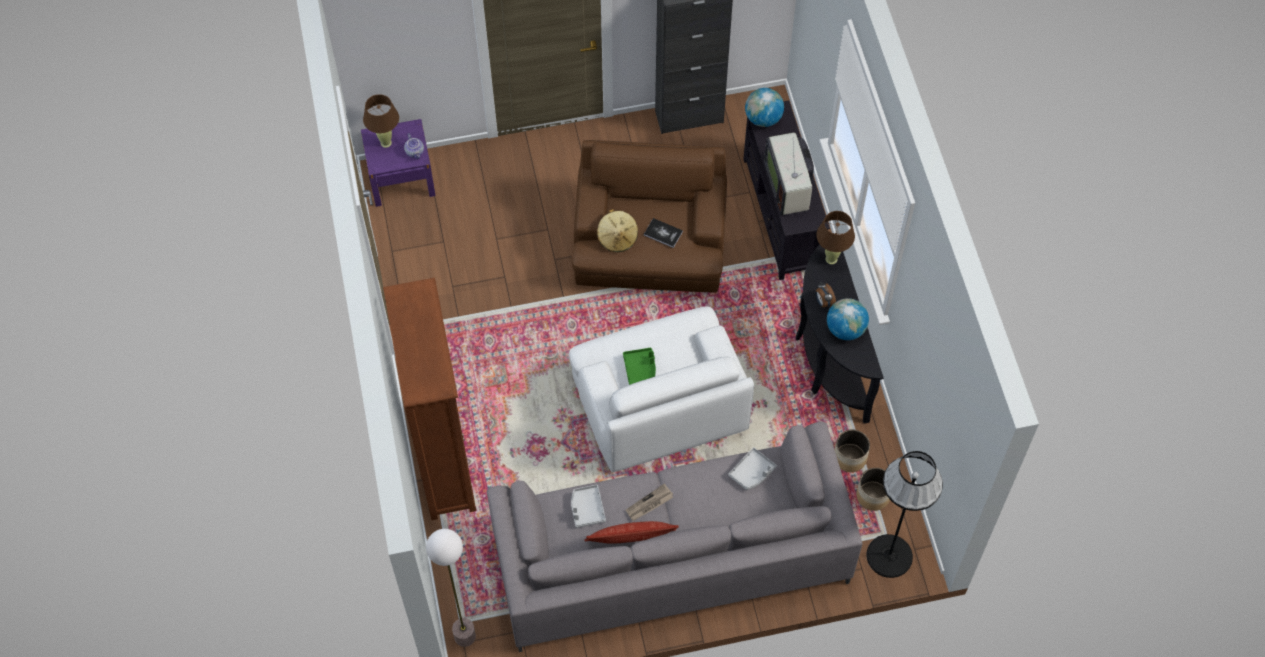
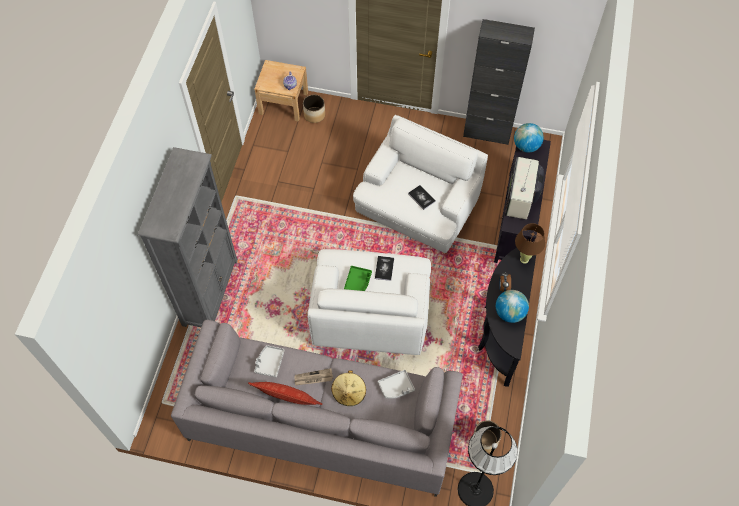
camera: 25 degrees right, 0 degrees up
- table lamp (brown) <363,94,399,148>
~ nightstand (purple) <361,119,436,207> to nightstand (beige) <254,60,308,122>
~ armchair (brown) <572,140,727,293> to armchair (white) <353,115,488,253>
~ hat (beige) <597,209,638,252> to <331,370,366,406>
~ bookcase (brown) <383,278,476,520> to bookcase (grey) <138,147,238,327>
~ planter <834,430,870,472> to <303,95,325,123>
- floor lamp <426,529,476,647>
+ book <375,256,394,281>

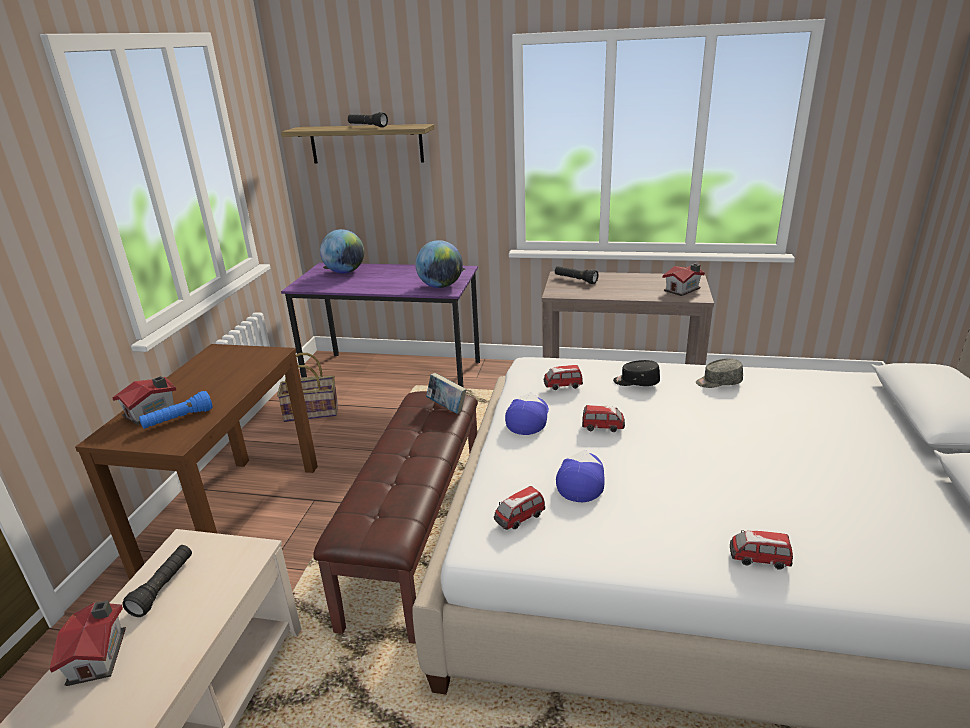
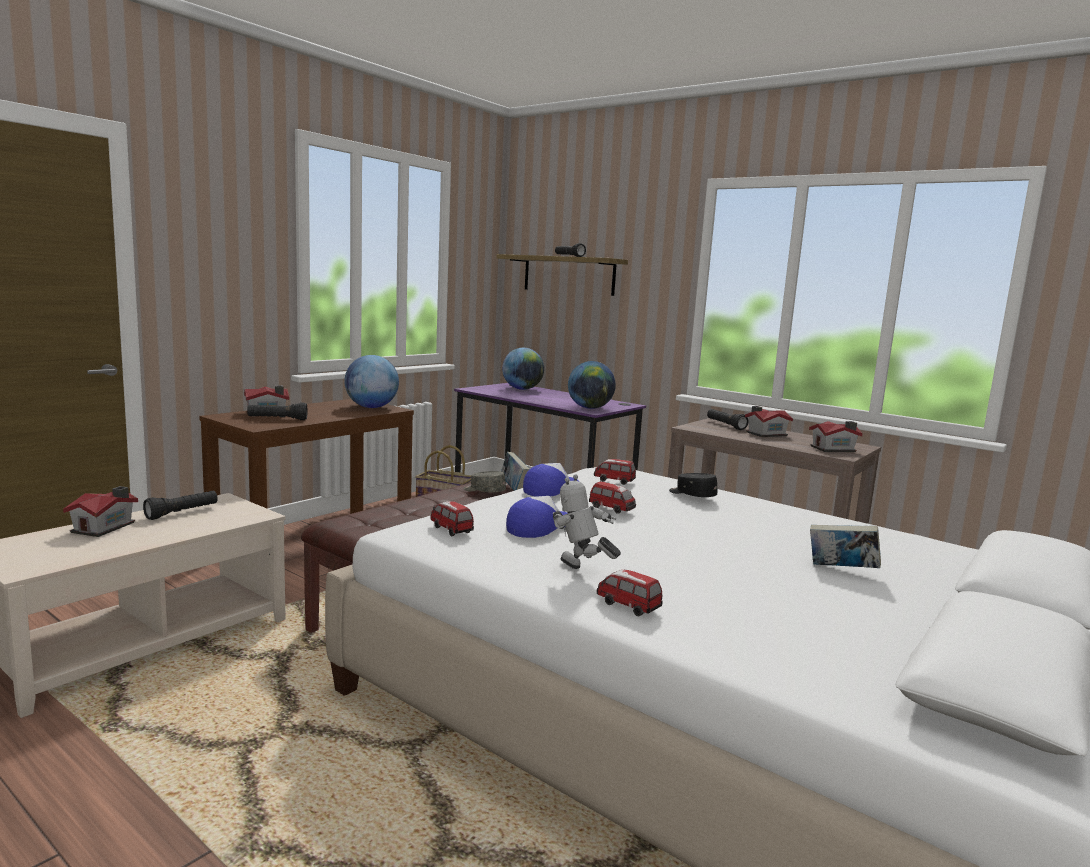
camera: 25 degrees right, 15 degrees down
~ cap (grey) <696,358,743,388> to <464,471,506,492>
~ flashlight (blue) <139,391,213,429> to flashlight (black) <247,403,307,420>
~ toy car <494,486,545,530> = <430,501,474,536> 60 degrees clockwise
+ globe <344,355,399,408>
+ toy house <745,406,793,437>
+ toy robot <553,475,621,569>
+ book <810,525,881,568>

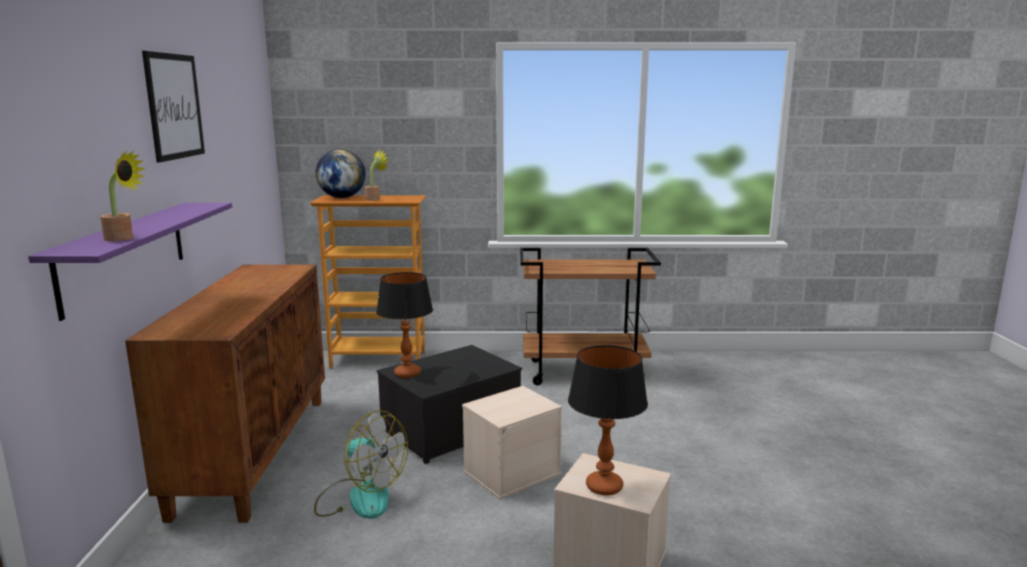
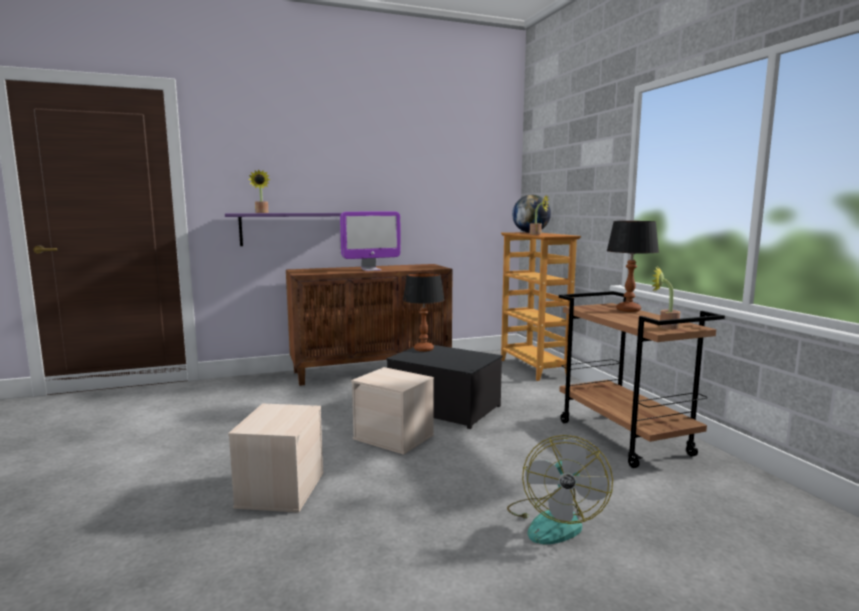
camera: 70 degrees right, 5 degrees down
- picture <142,51,205,163>
~ table lamp <568,345,648,495> to <607,221,659,312>
~ fan <314,410,408,519> to <507,435,613,544>
+ monitor <340,212,401,271>
+ potted plant <652,267,680,329>

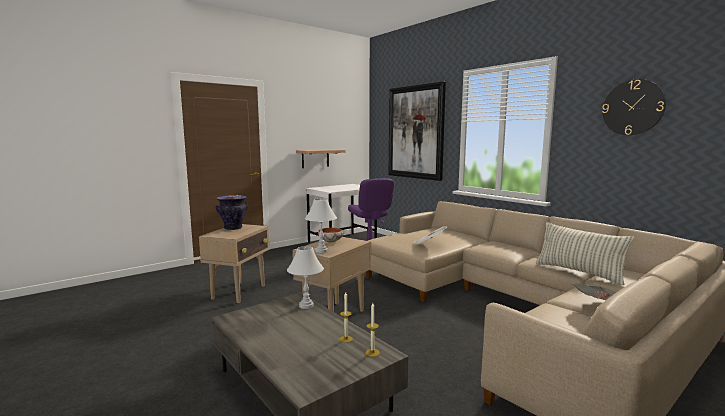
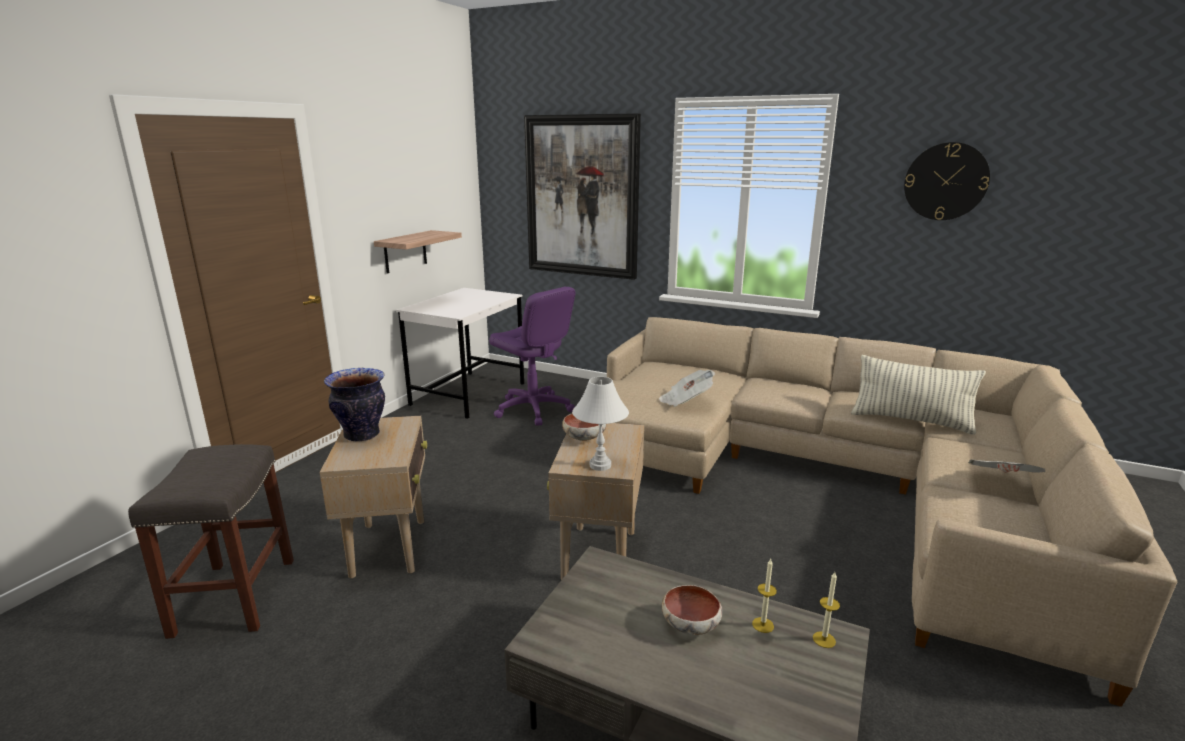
camera: 25 degrees left, 10 degrees up
- table lamp (white) <287,246,324,309>
+ stool (grey) <128,444,294,639>
+ bowl <662,585,723,635>

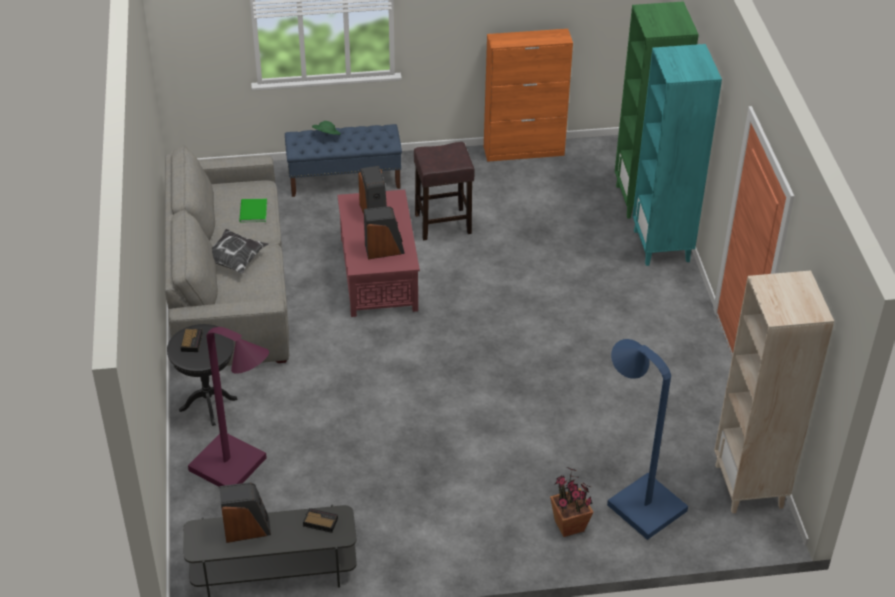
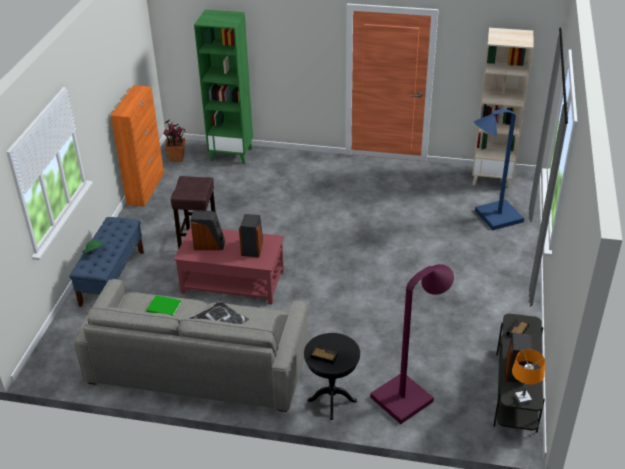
camera: 70 degrees left, 5 degrees down
- bookcase (turquoise) <632,44,722,266>
~ potted plant <550,468,593,537> to <163,120,186,162>
+ table lamp (orange) <512,349,545,405>

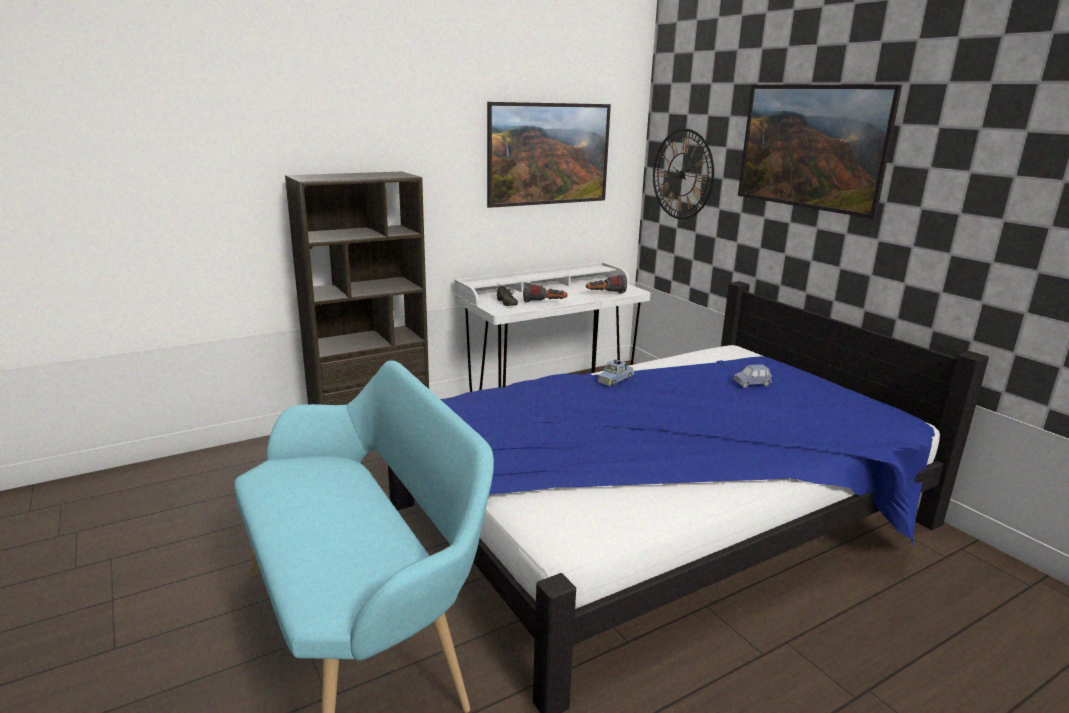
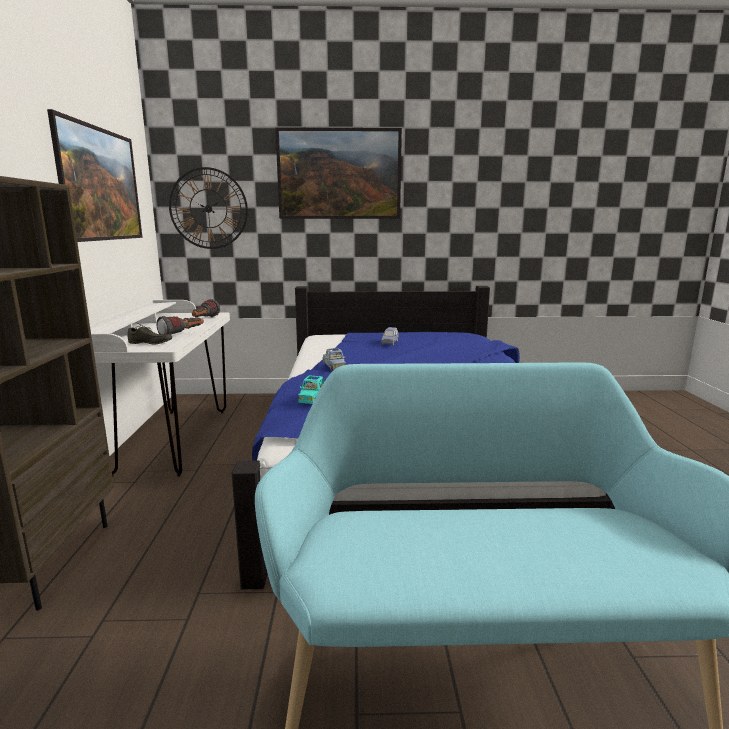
camera: 60 degrees left, 5 degrees down
+ toy car (turquoise) <298,375,324,404>

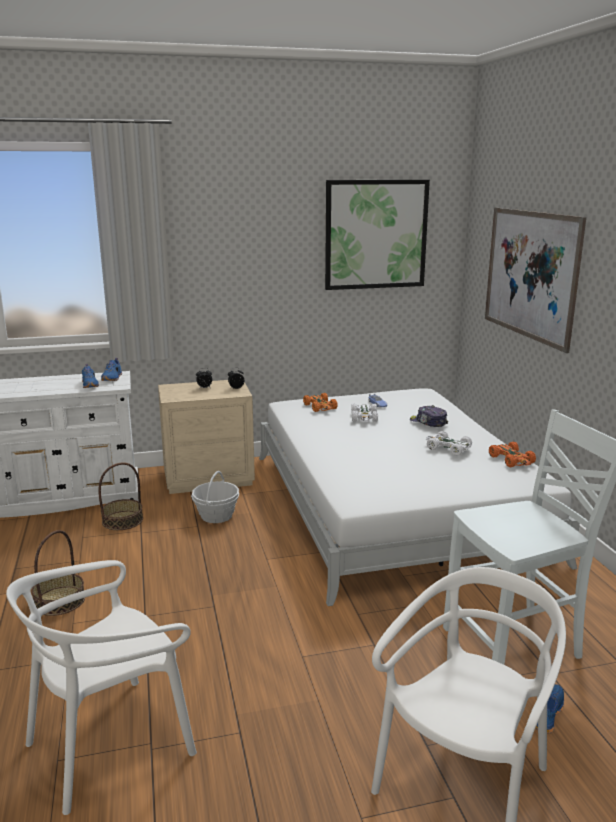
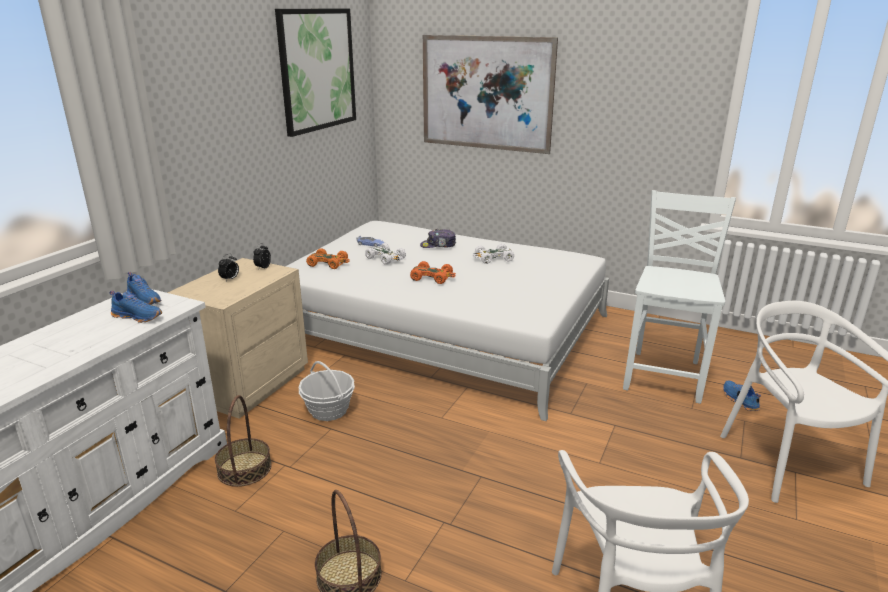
camera: 50 degrees left, 5 degrees up
~ toy car (orange) <489,442,536,467> to <410,261,456,284>

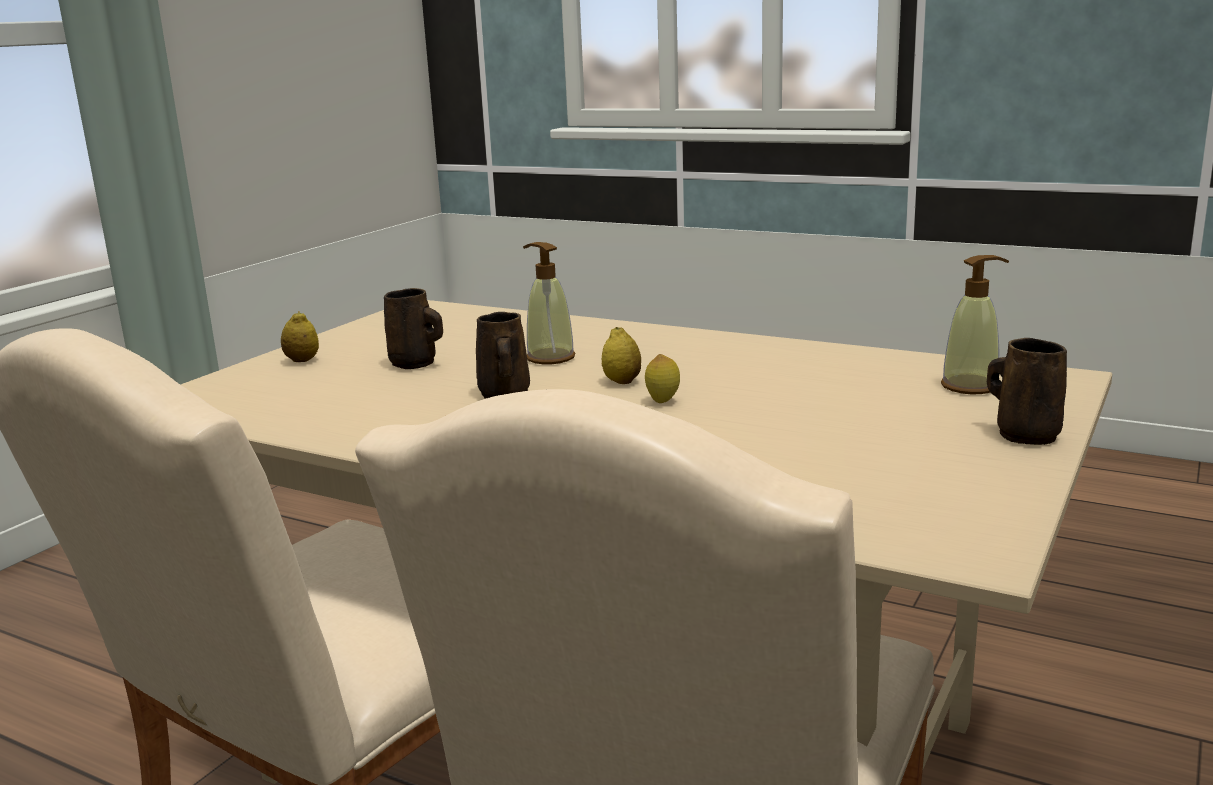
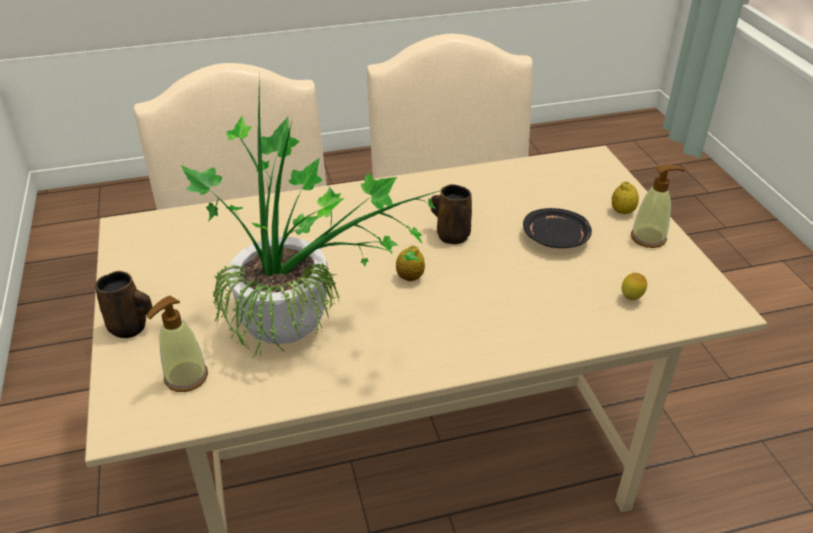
camera: 135 degrees right, 20 degrees up
~ soap dispenser <523,242,575,364> to <631,165,685,248>
~ mug (brown) <384,288,443,369> to plate (black) <523,208,592,248>
~ lemon <645,354,680,403> to <621,273,647,300>
+ potted plant <181,79,445,360>

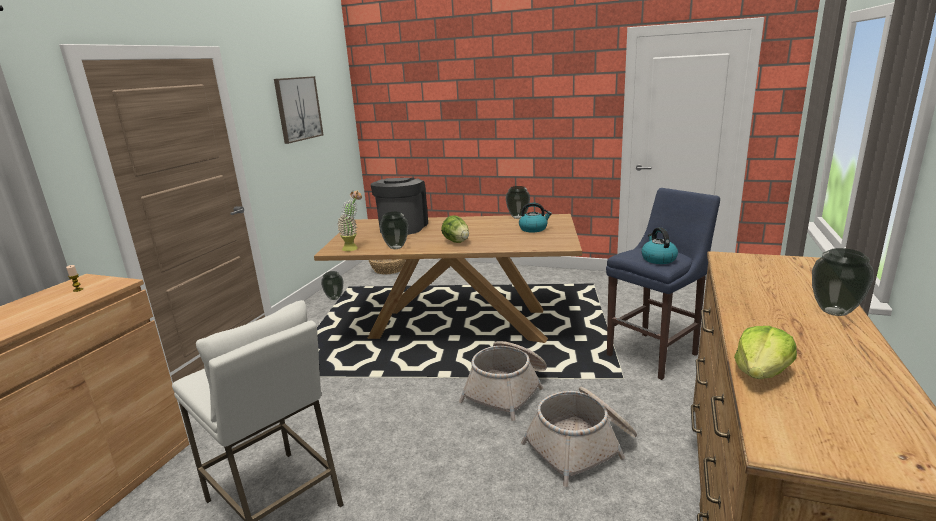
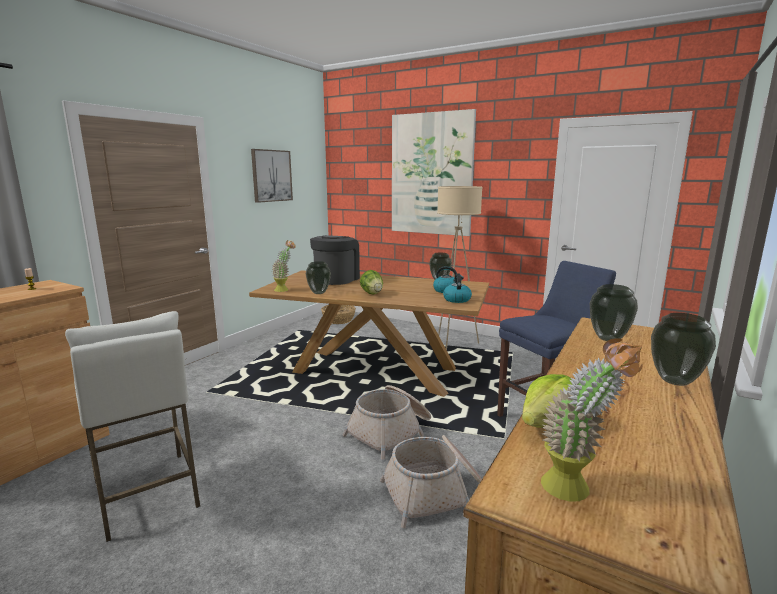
camera: 10 degrees right, 5 degrees down
~ kettle <641,227,678,264> to <443,273,472,303>
~ vase <321,271,343,300> to <590,284,638,341>
+ picture <392,109,476,236>
+ floor lamp (beige) <437,186,483,350>
+ potted plant <541,338,643,501>

